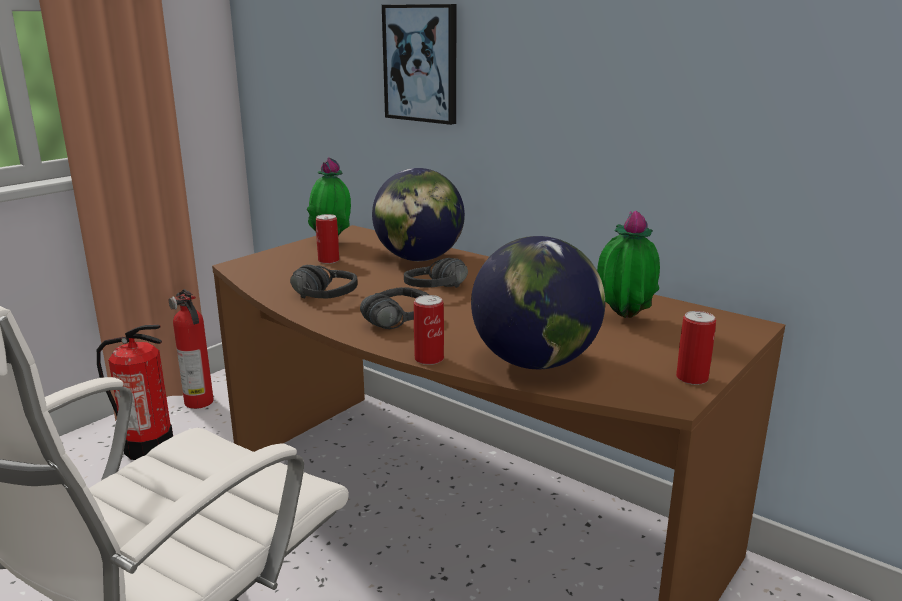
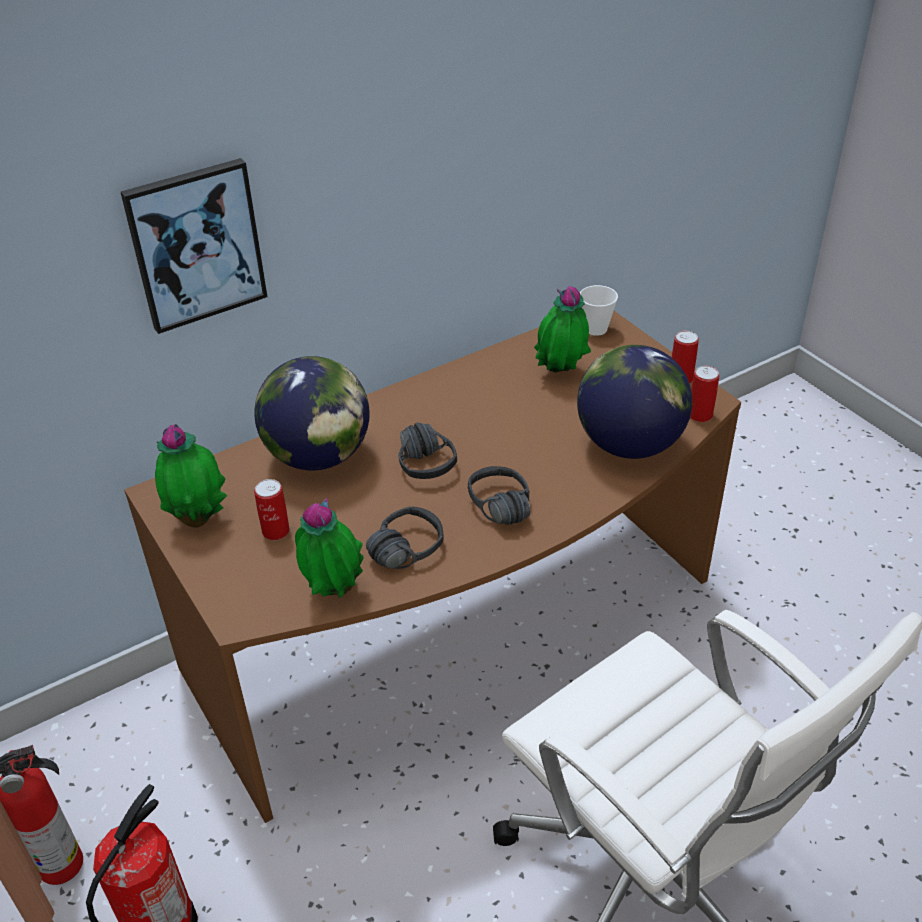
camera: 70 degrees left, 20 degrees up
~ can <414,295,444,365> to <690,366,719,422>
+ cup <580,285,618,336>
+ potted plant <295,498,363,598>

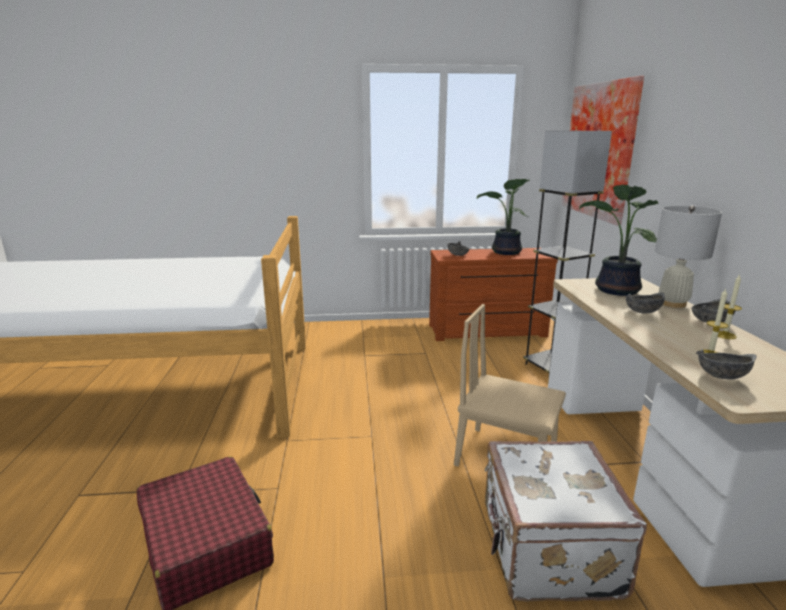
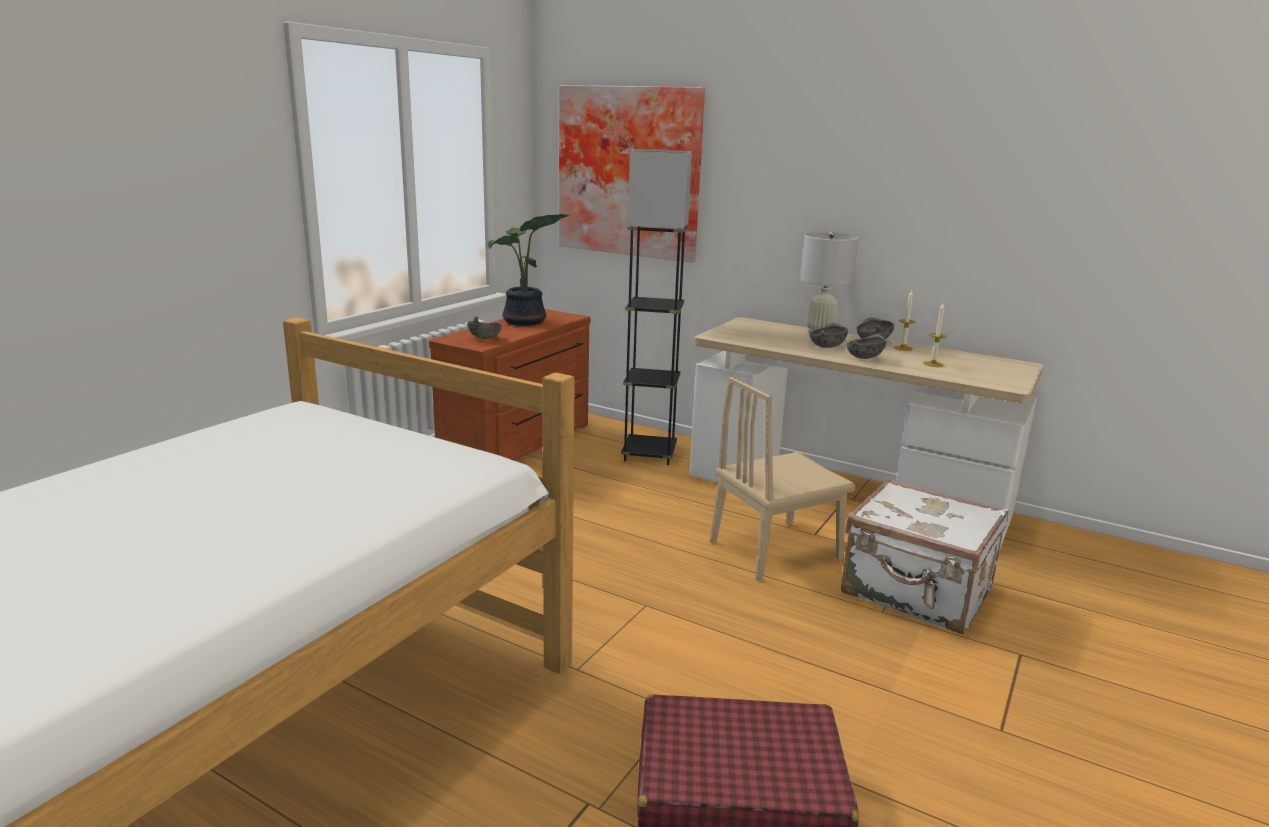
camera: 55 degrees left, 0 degrees up
- potted plant <579,185,658,296>
~ bowl (grey) <696,349,757,380> to <846,334,886,359>

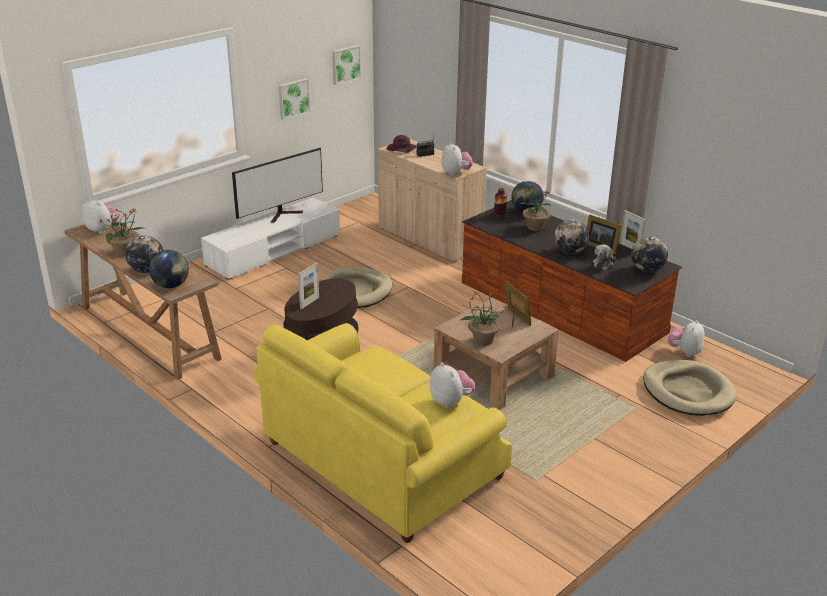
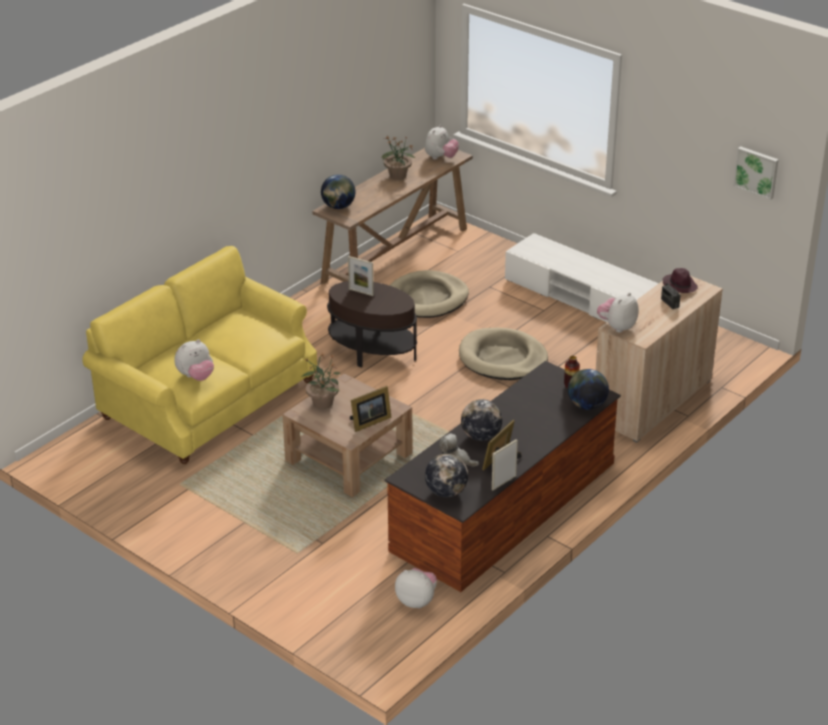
camera: 85 degrees right, 5 degrees up
- picture <279,78,310,120>
~ plush toy <441,142,473,176> = <597,293,639,333> 150 degrees clockwise
- television <232,148,323,223>
- potted plant <519,185,551,231>
- globe <125,236,163,273>
~ dog bed (beige) <643,360,737,416> to <389,270,469,318>

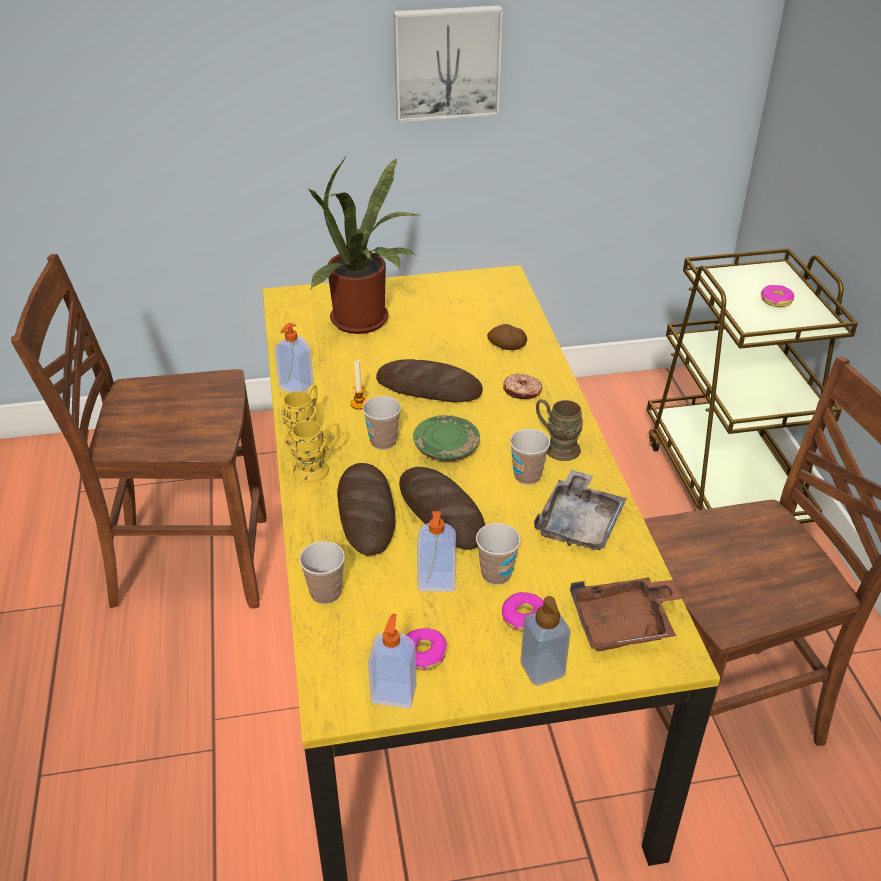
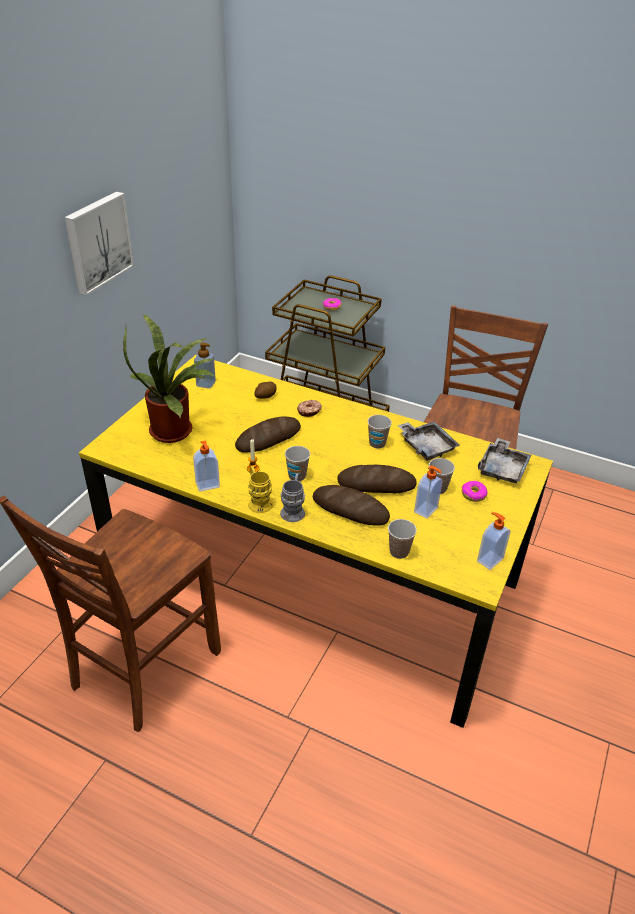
camera: 55 degrees left, 0 degrees up
- mug (brown) <536,399,583,461>
- plate (green) <413,415,480,461>
~ mug (yellow) <290,421,340,483> to mug (grey) <280,474,305,522>
~ tray (brown) <570,577,682,651> to tray (grey) <478,438,532,483>
~ soap dispenser <521,596,570,686> to <194,343,216,389>
- donut <406,628,447,671>

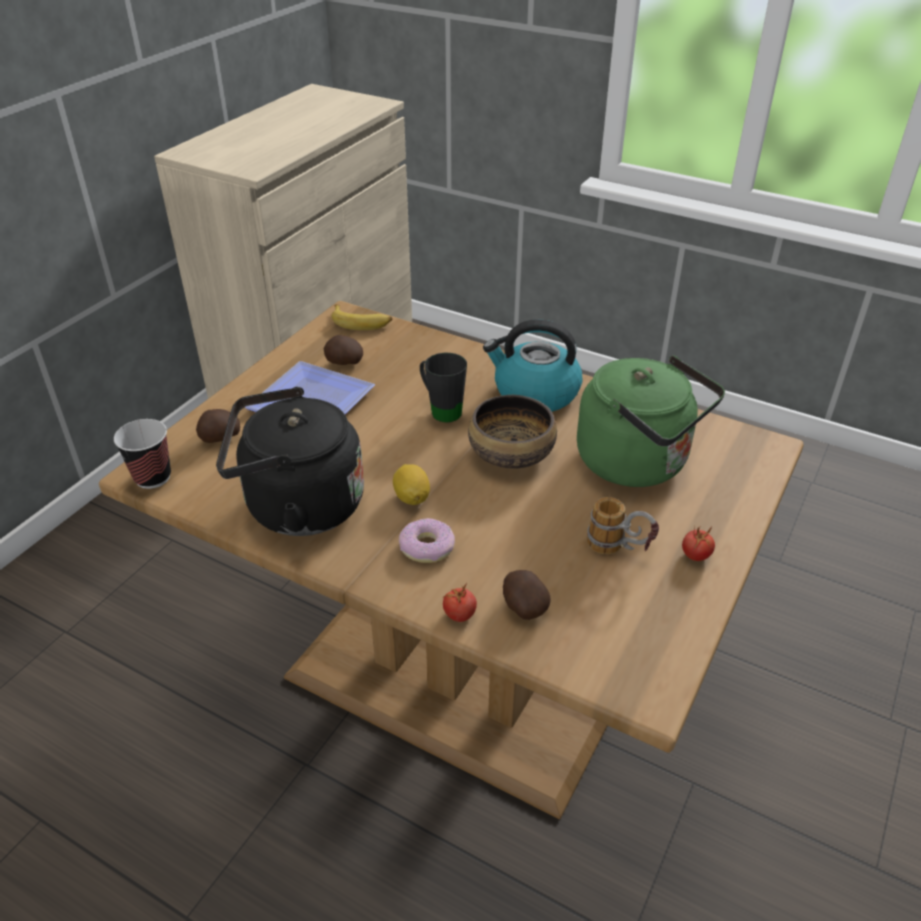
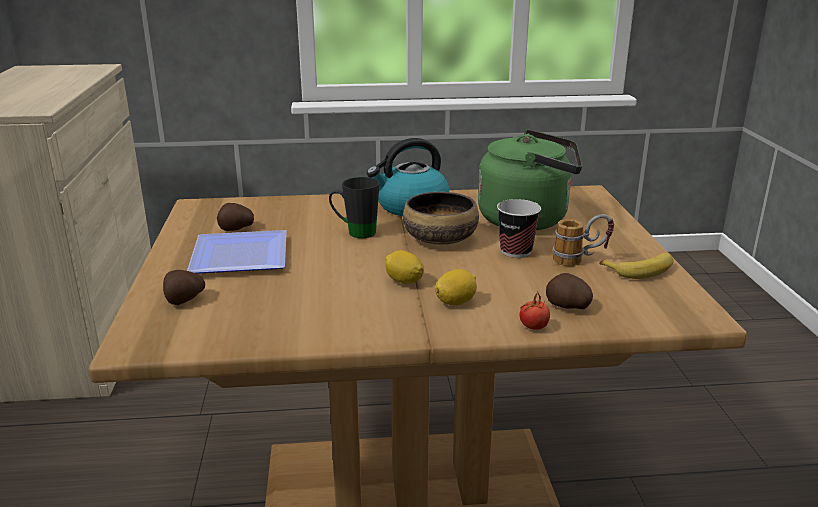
camera: 35 degrees left, 15 degrees down
~ banana <332,304,392,330> to <599,253,674,279>
- kettle (black) <216,387,364,536>
~ cup <114,419,171,489> to <497,199,541,258>
~ donut <399,518,455,563> to lemon <435,269,477,306>
- tomato <682,525,715,561>

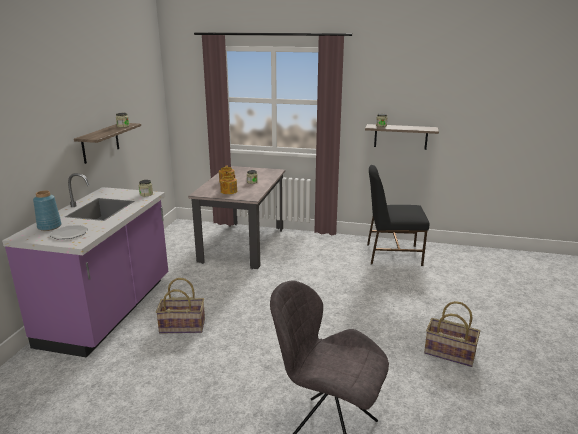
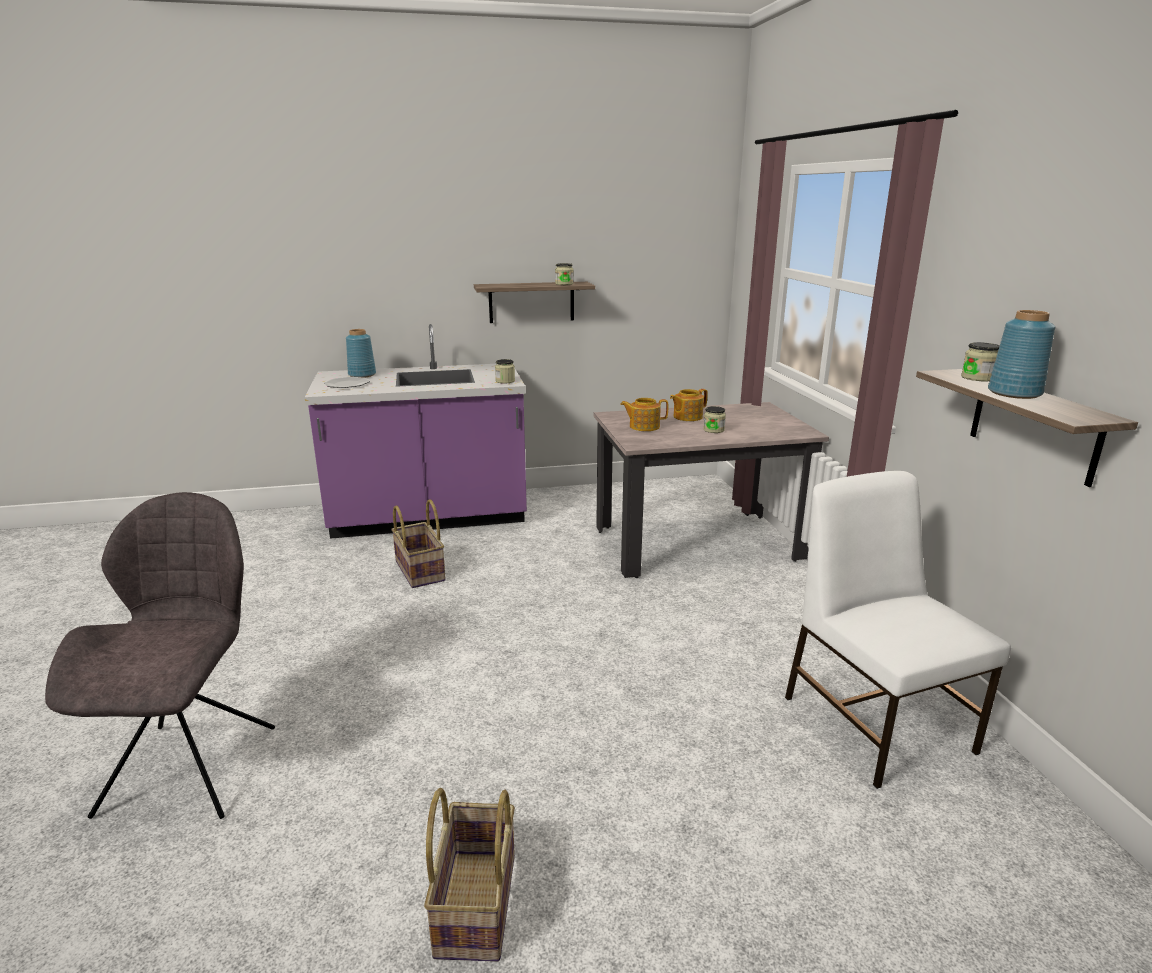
camera: 65 degrees right, 0 degrees up
~ chair (black) <367,165,429,266> to chair (white) <785,471,1011,789>
+ vase (blue) <988,310,1055,399>

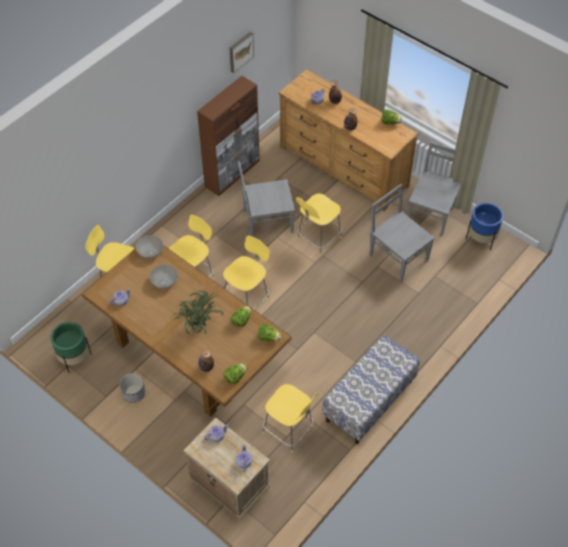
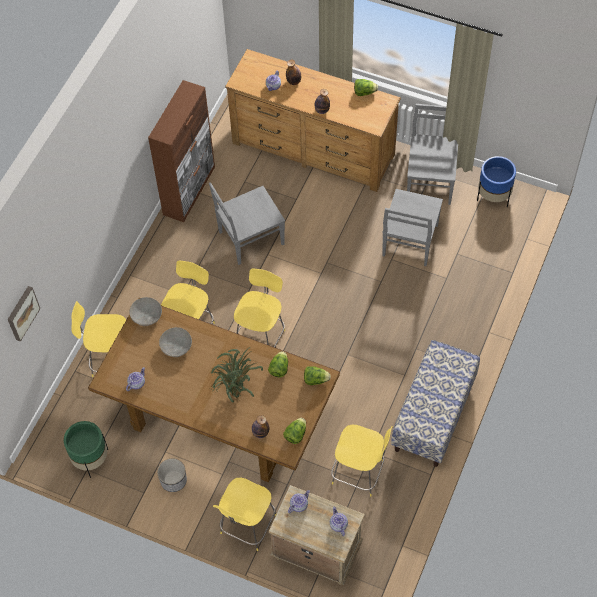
camera: 15 degrees left, 5 degrees up
~ picture <229,32,254,73> to <8,286,41,342>
~ chair (grey) <369,184,435,282> = <382,189,443,266> 105 degrees counterclockwise
~ stool (yellow) <296,193,342,257> to <213,478,276,551>

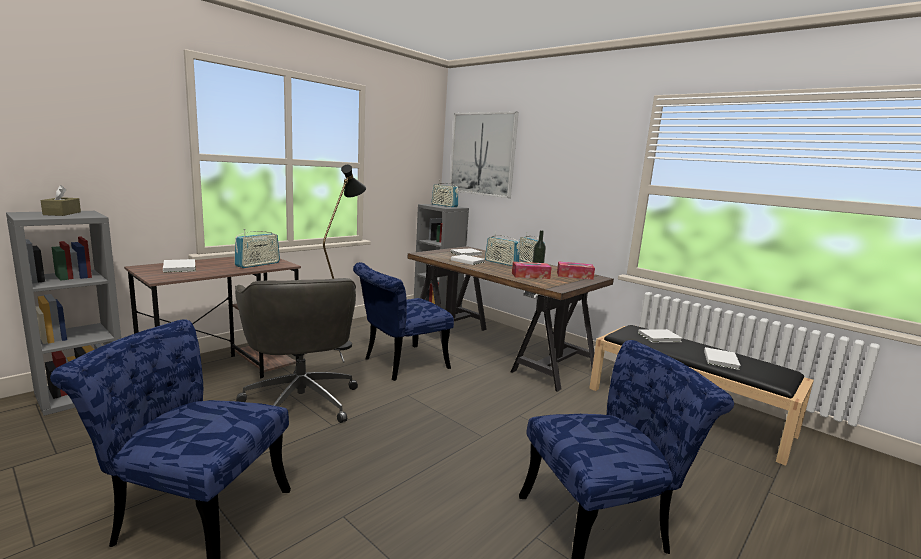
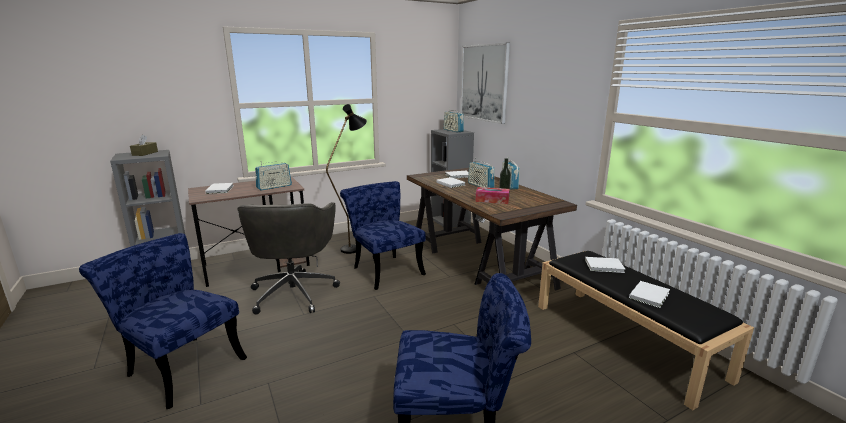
camera: 20 degrees right, 5 degrees up
- tissue box <557,261,595,280>
~ chair (blue) <353,262,454,381> = <340,181,426,290> 75 degrees clockwise

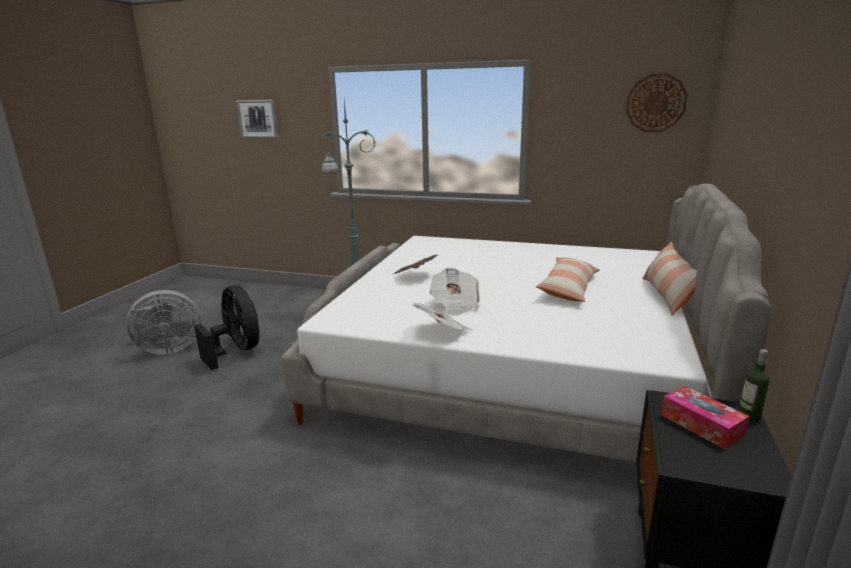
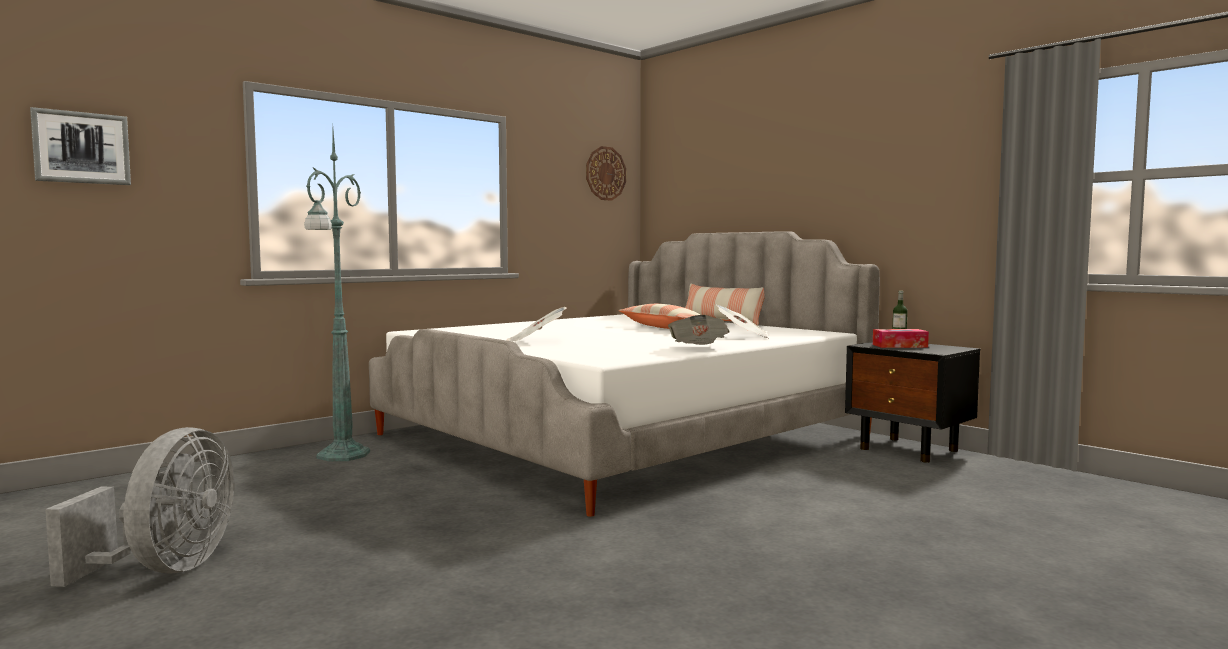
camera: 60 degrees left, 15 degrees down
~ newspaper <429,268,480,316> to <715,304,768,338>
- fan (black) <194,285,260,370>

